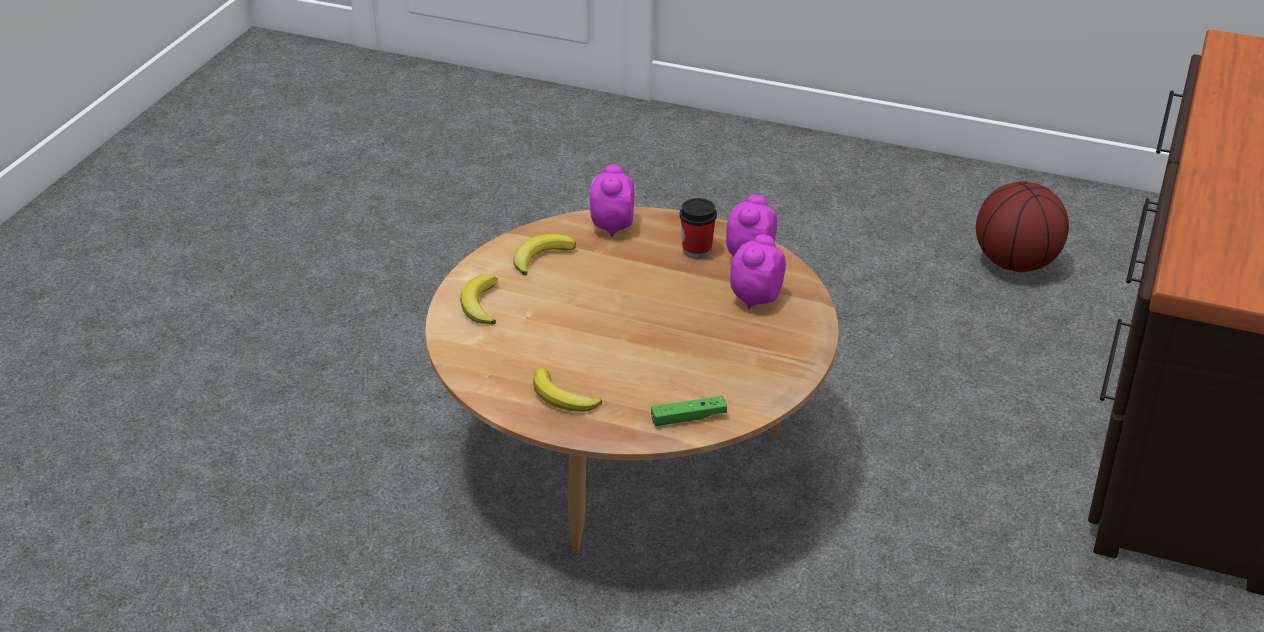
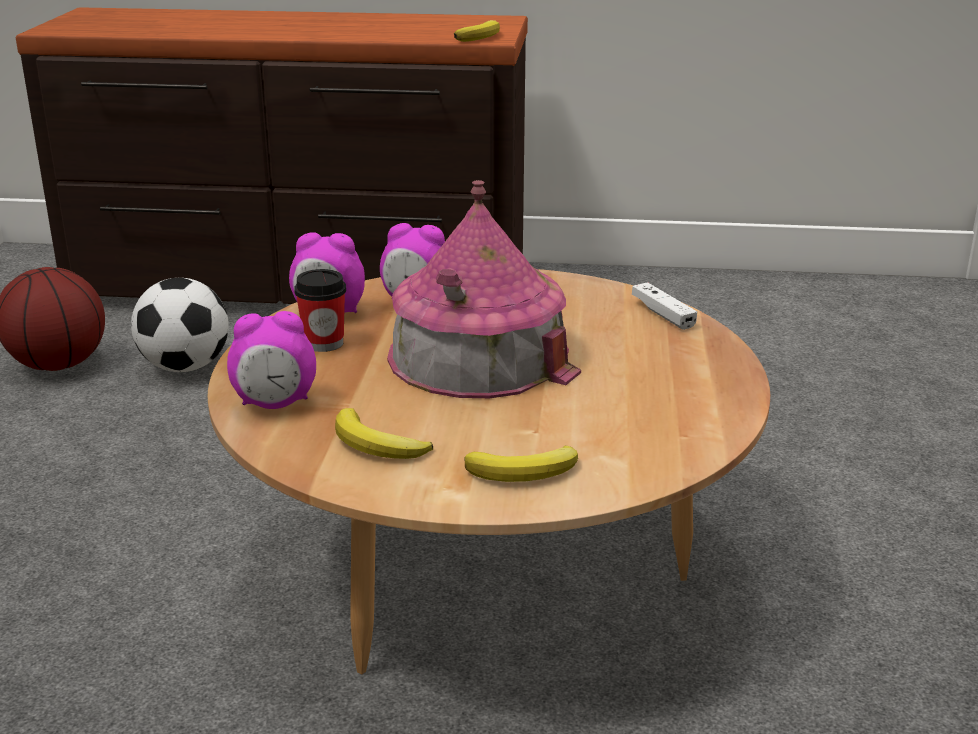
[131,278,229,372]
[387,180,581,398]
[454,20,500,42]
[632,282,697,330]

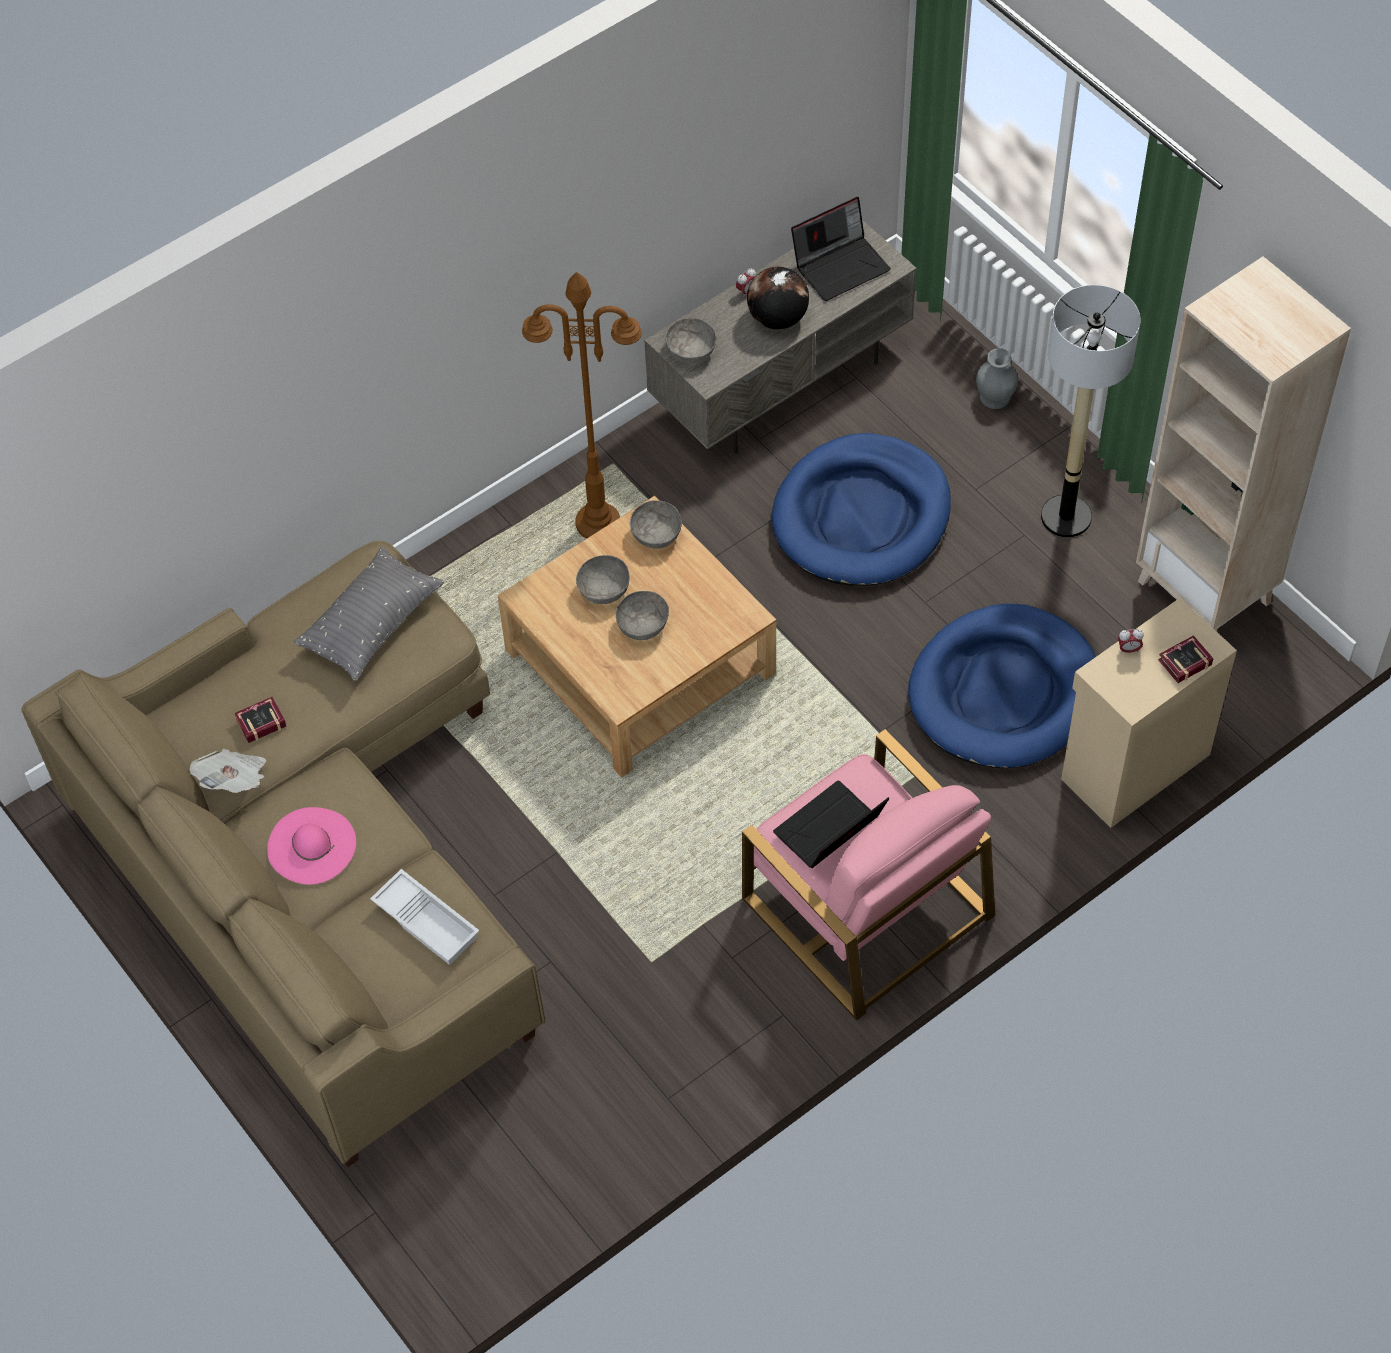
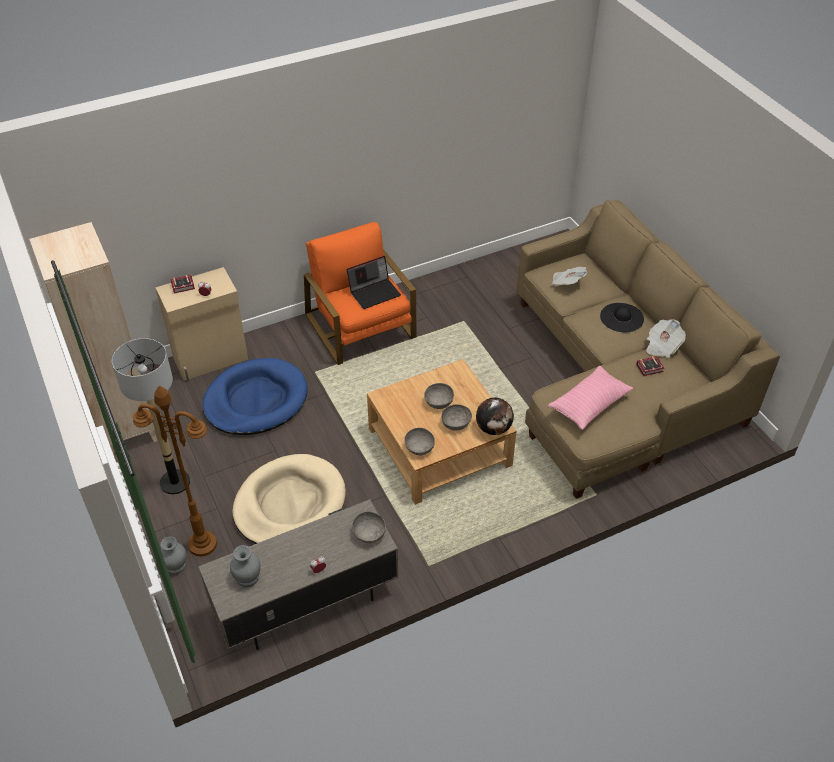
[133,386,217,557]
[476,398,514,435]
[551,267,587,285]
[230,545,261,587]
[600,303,644,332]
[548,366,634,430]
[304,222,416,365]
[232,454,346,544]

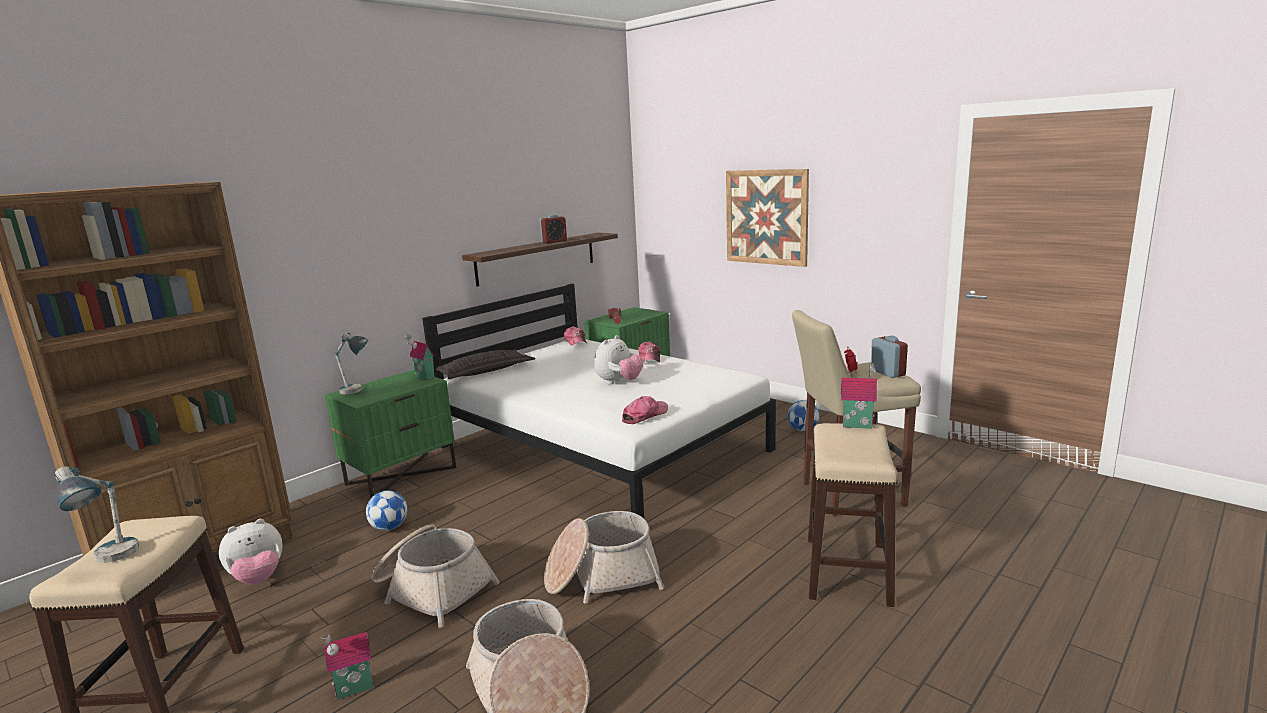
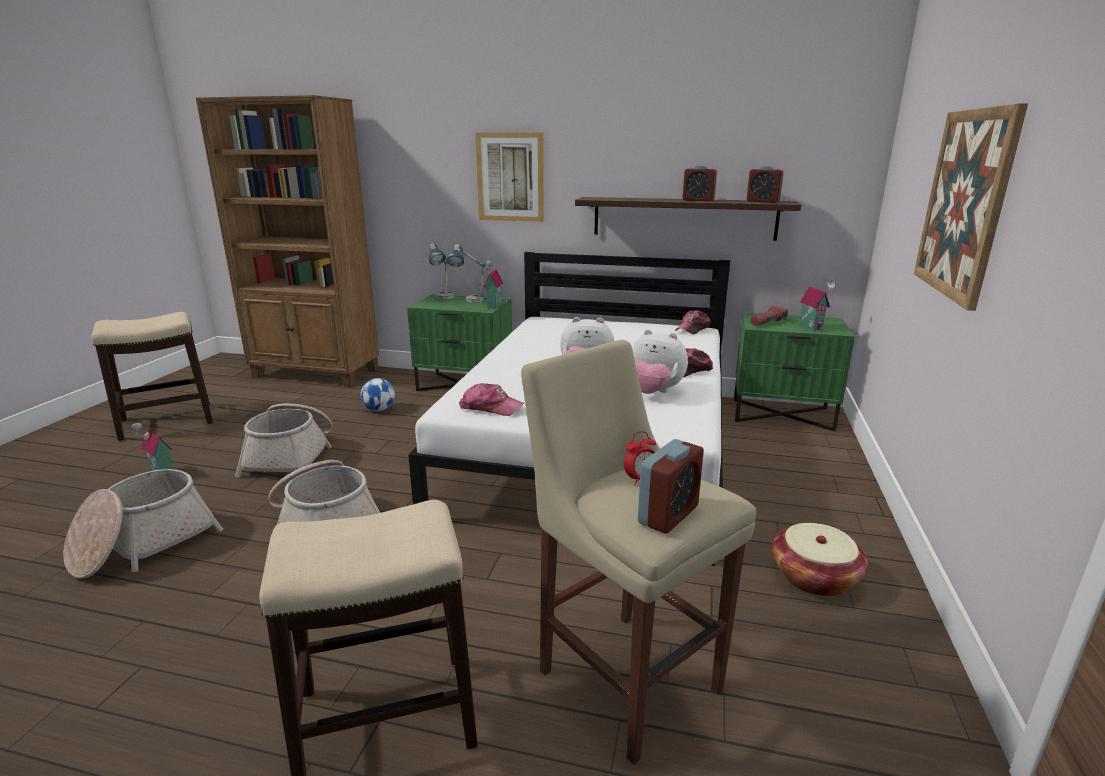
[435,349,535,379] (first image)
[475,132,544,222]
[747,166,784,203]
[447,244,486,303]
[632,329,688,394]
[800,280,836,331]
[772,523,868,597]

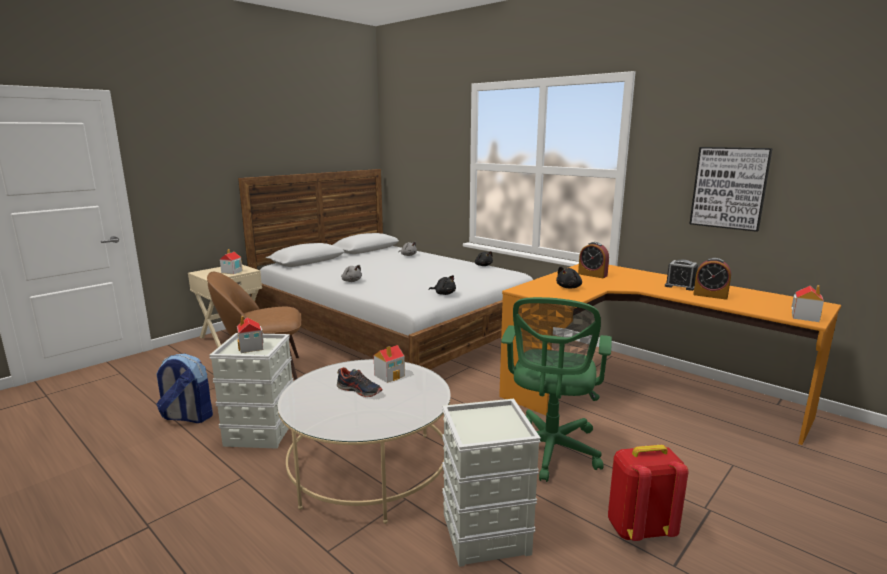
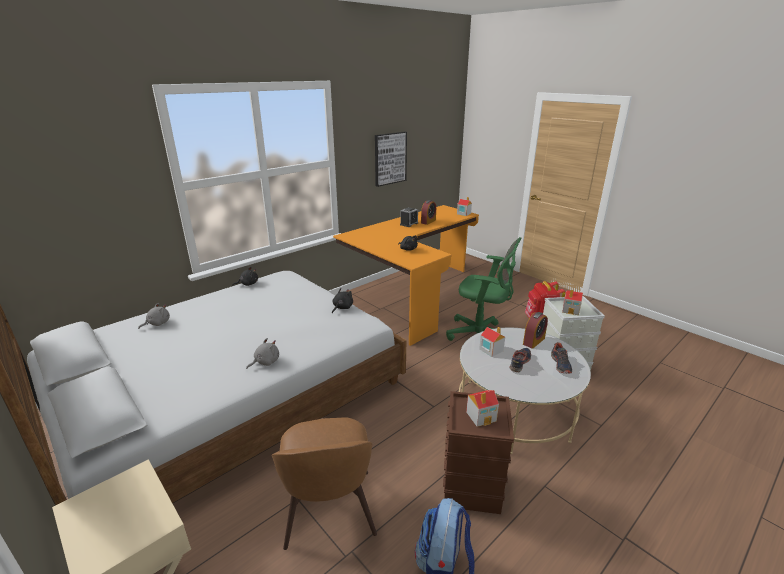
[551,342,572,373]
[562,290,583,315]
[523,312,548,349]
[443,391,514,514]

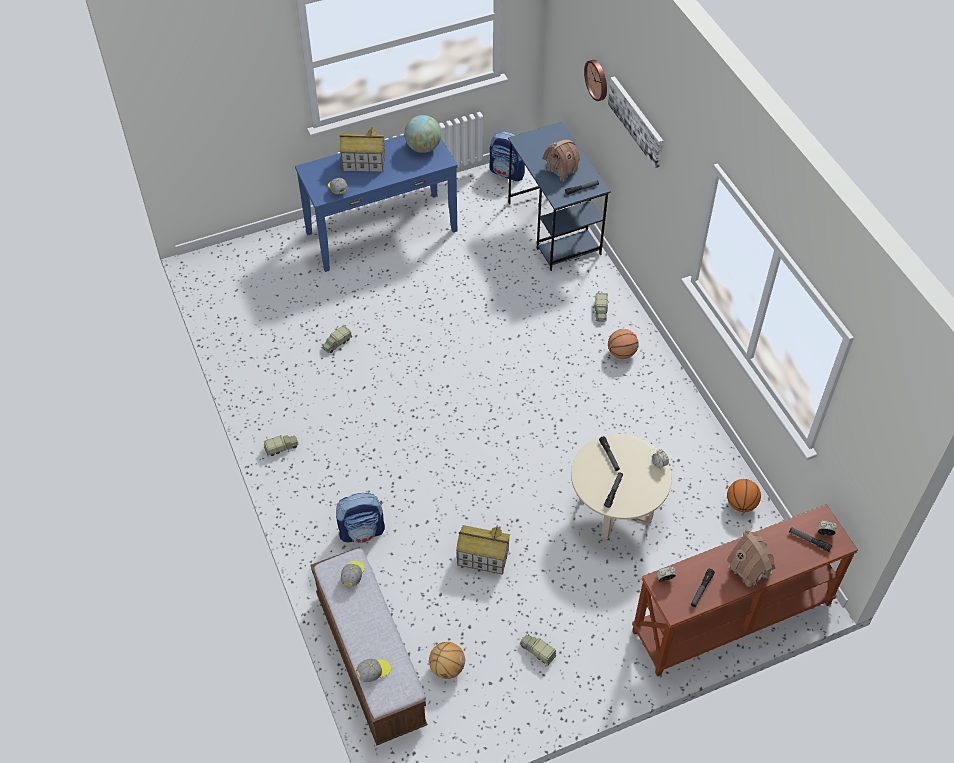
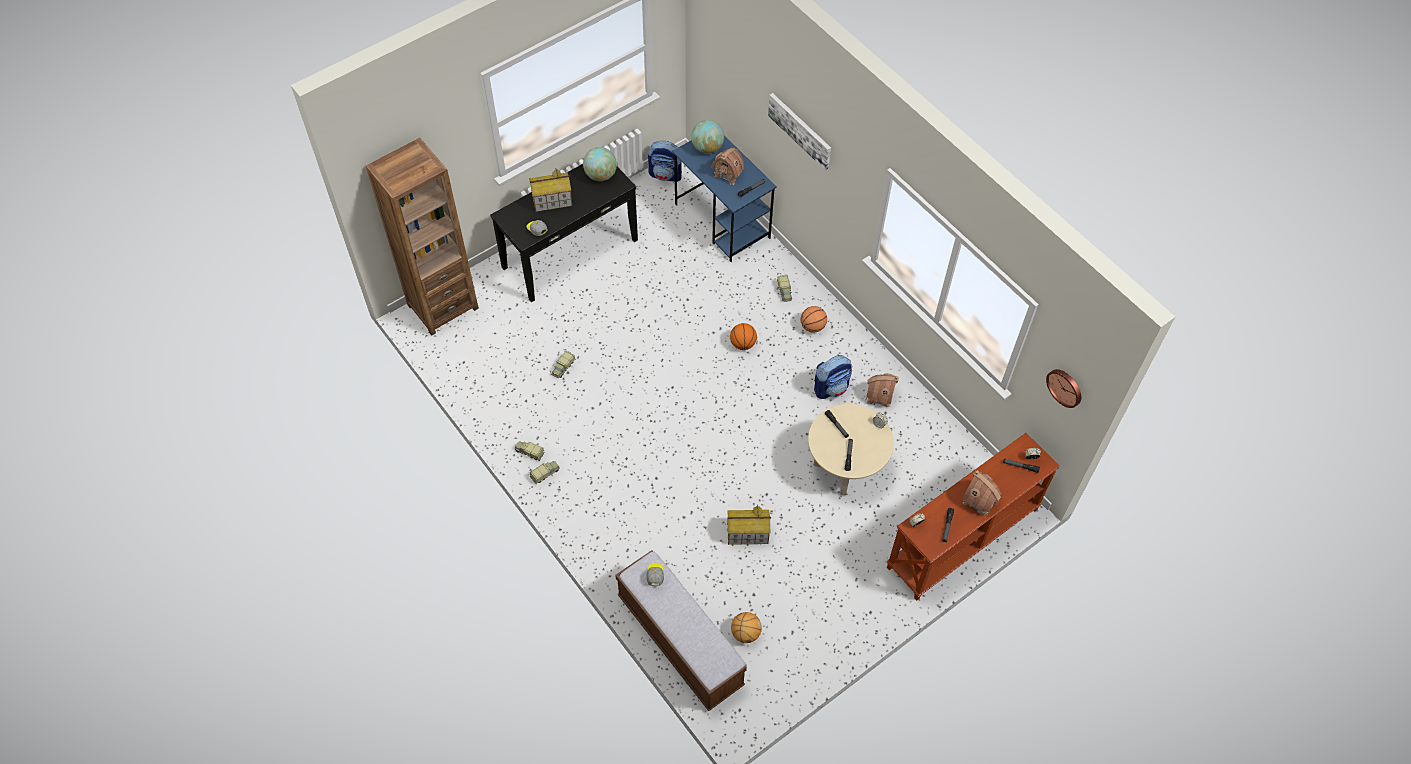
[356,659,391,682] (first image)
[366,138,479,336]
[691,120,724,154]
[866,374,899,407]
[814,355,852,399]
[515,441,545,461]
[1046,369,1081,408]
[730,323,757,350]
[490,164,638,302]

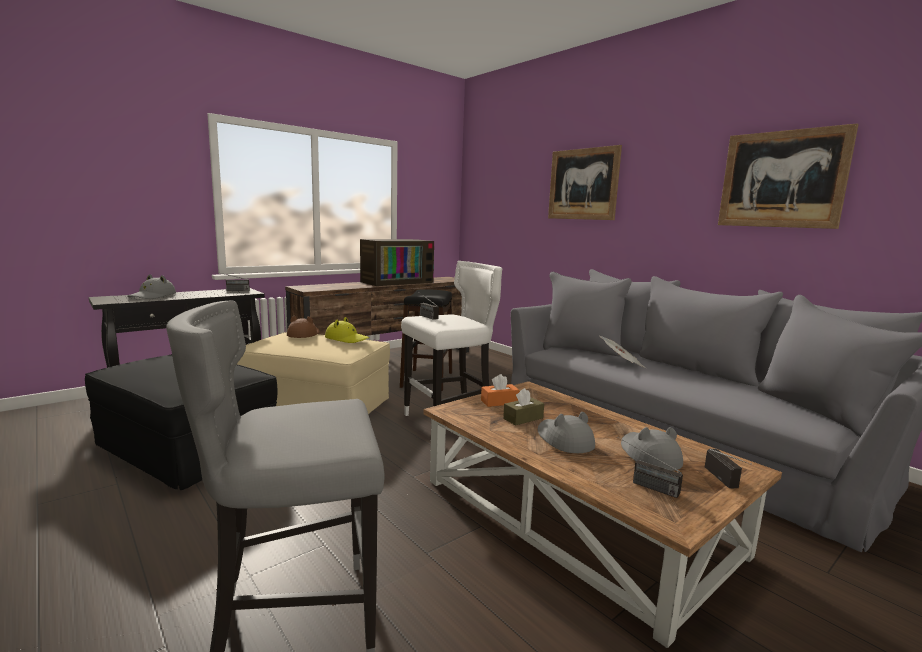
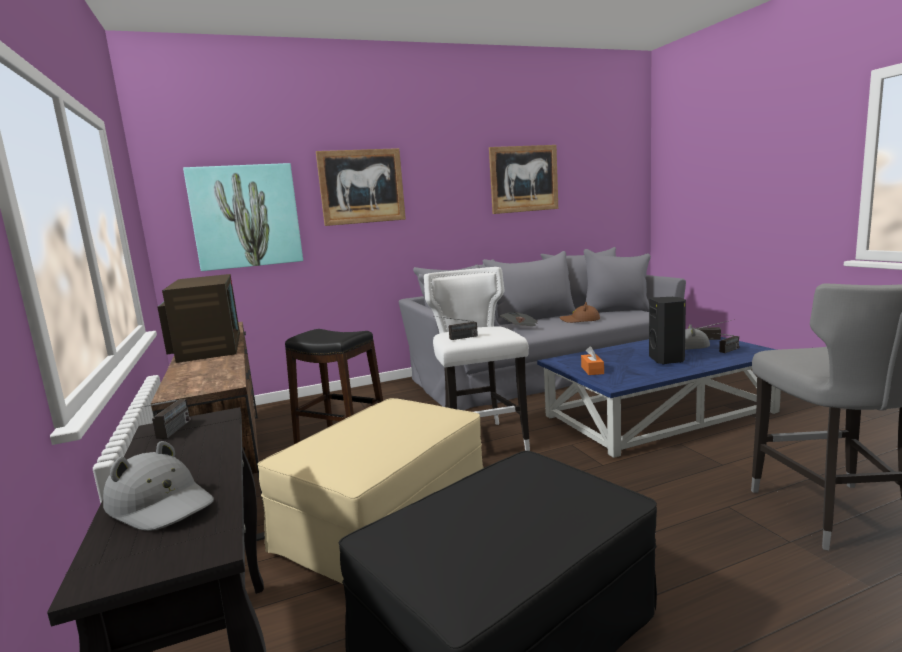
[325,317,369,343] (first image)
[503,388,544,425] (first image)
[183,163,303,271]
[560,302,600,323]
[649,297,686,365]
[537,337,781,458]

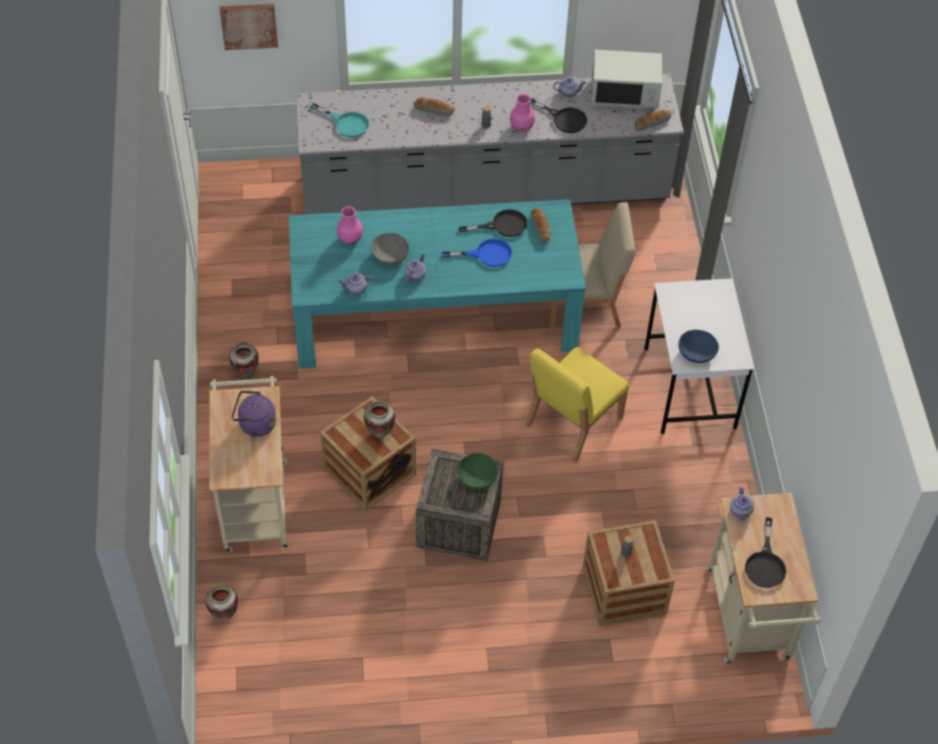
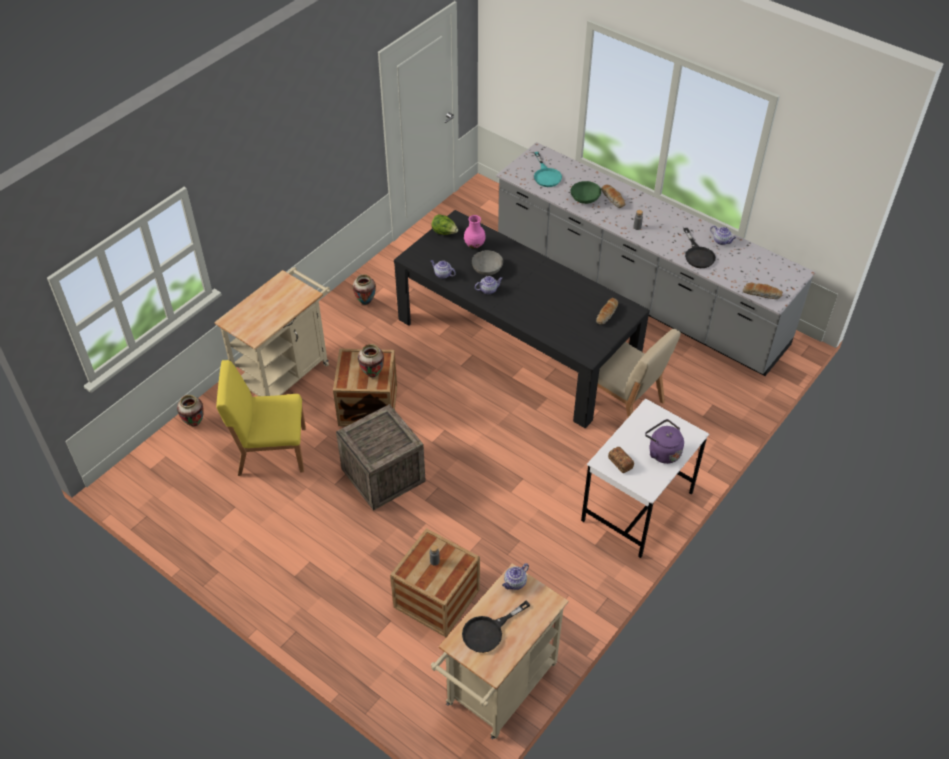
[219,4,278,50] (first image)
[441,238,512,267] (first image)
[459,209,528,237] (first image)
[510,94,535,132] (first image)
[591,50,662,109] (first image)
[431,214,458,235]
[645,419,684,464]
[571,181,601,204]
[216,360,306,476]
[608,447,634,473]
[394,210,650,428]

